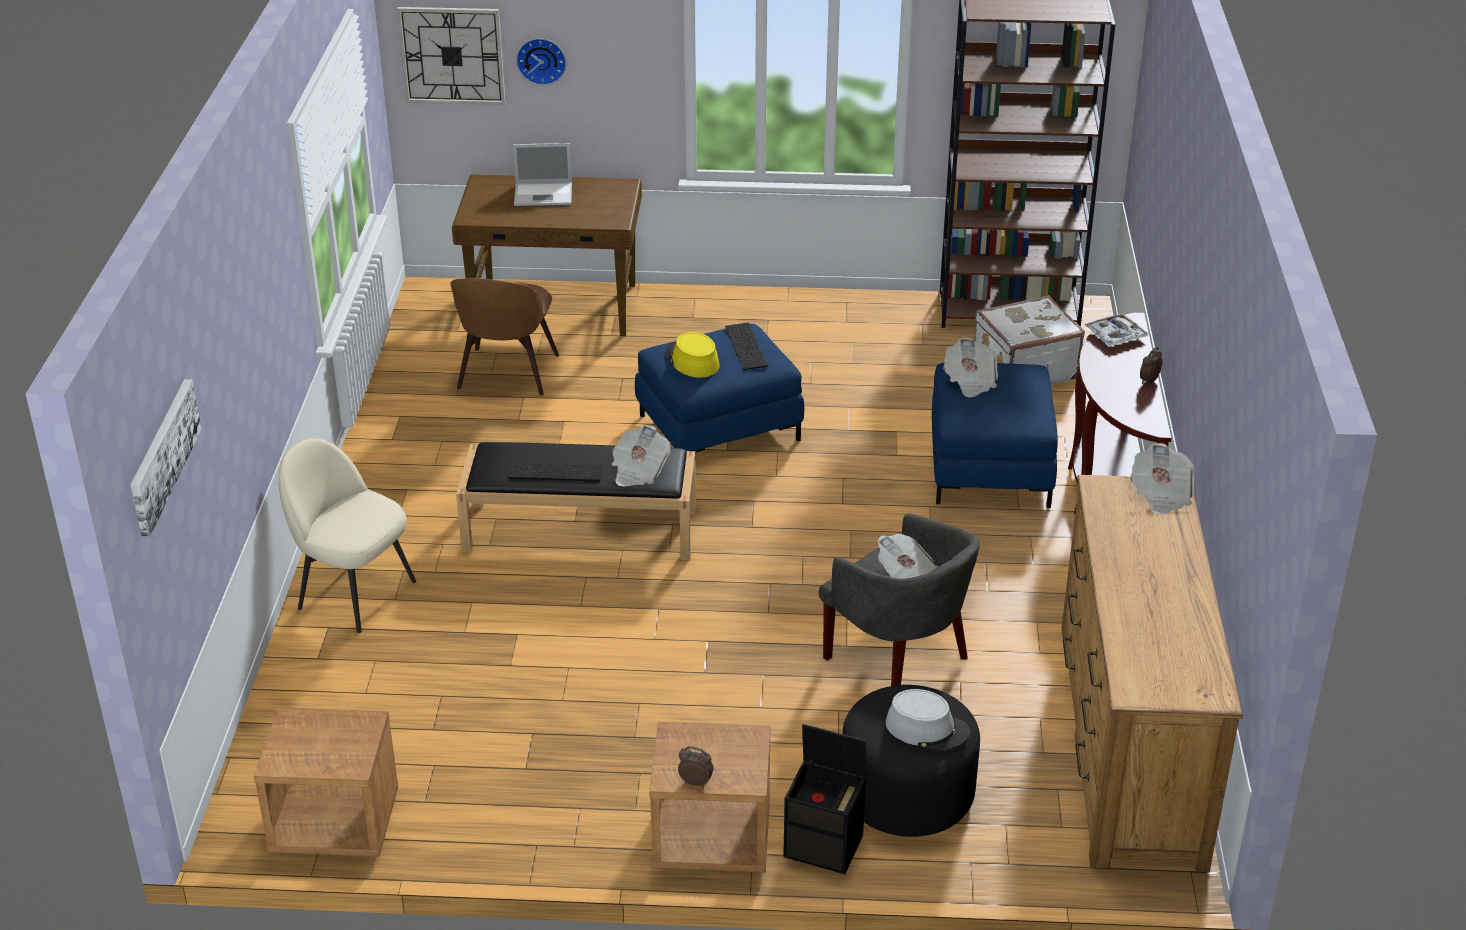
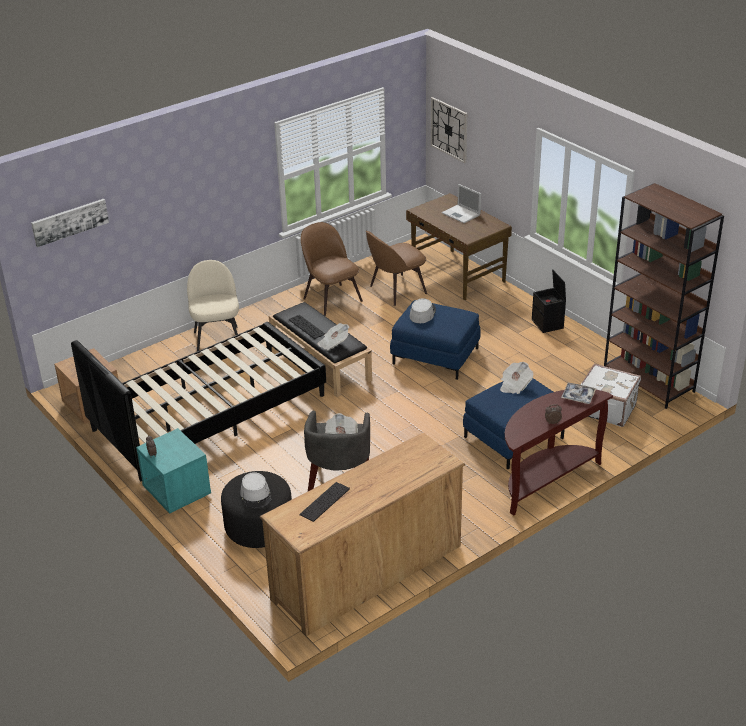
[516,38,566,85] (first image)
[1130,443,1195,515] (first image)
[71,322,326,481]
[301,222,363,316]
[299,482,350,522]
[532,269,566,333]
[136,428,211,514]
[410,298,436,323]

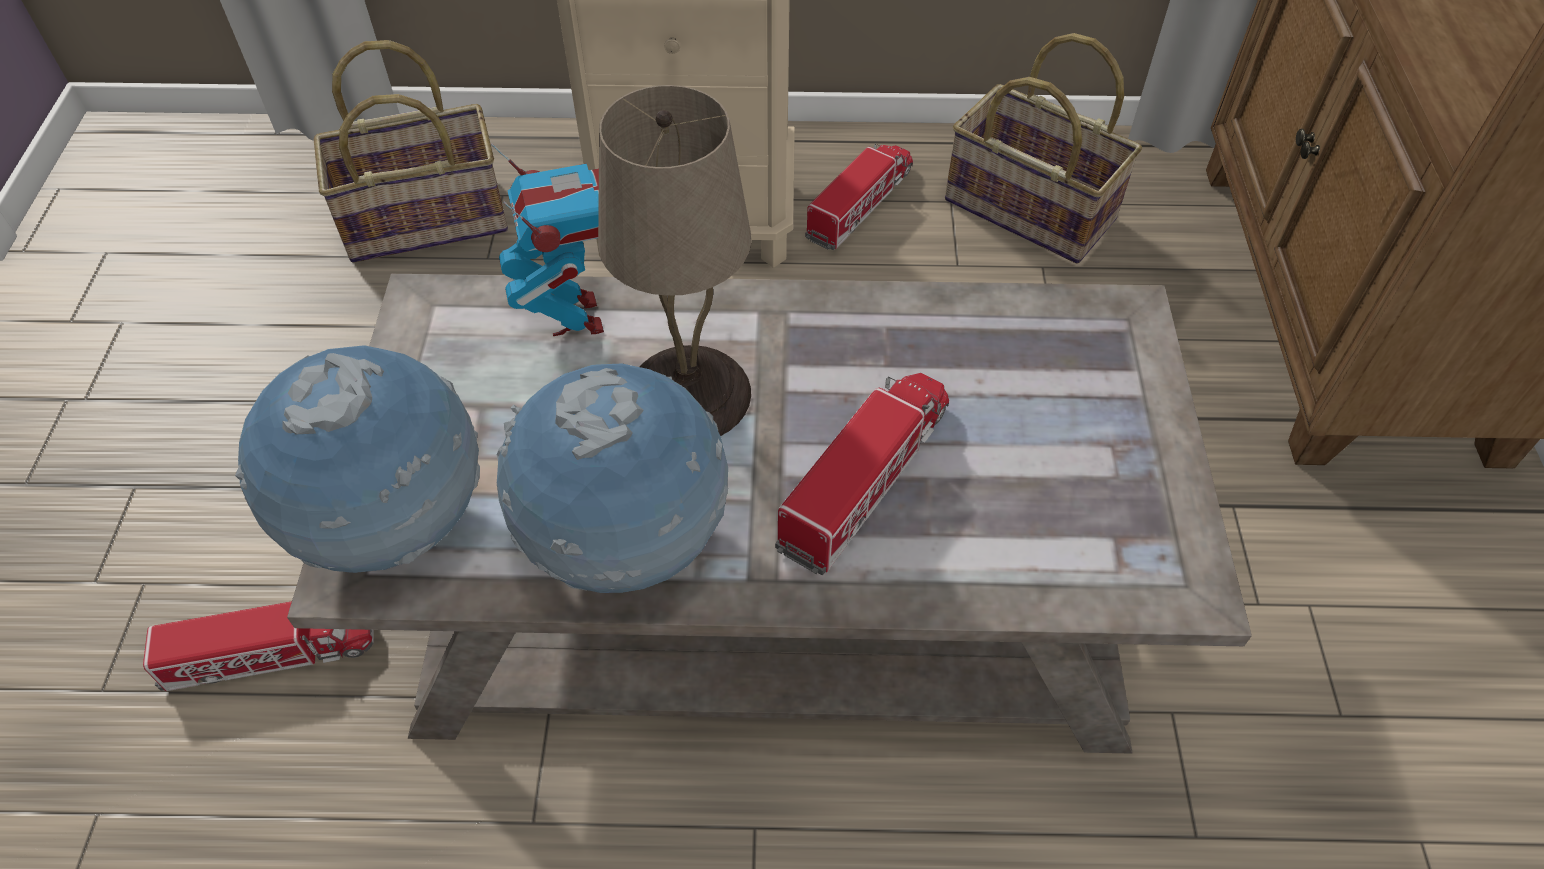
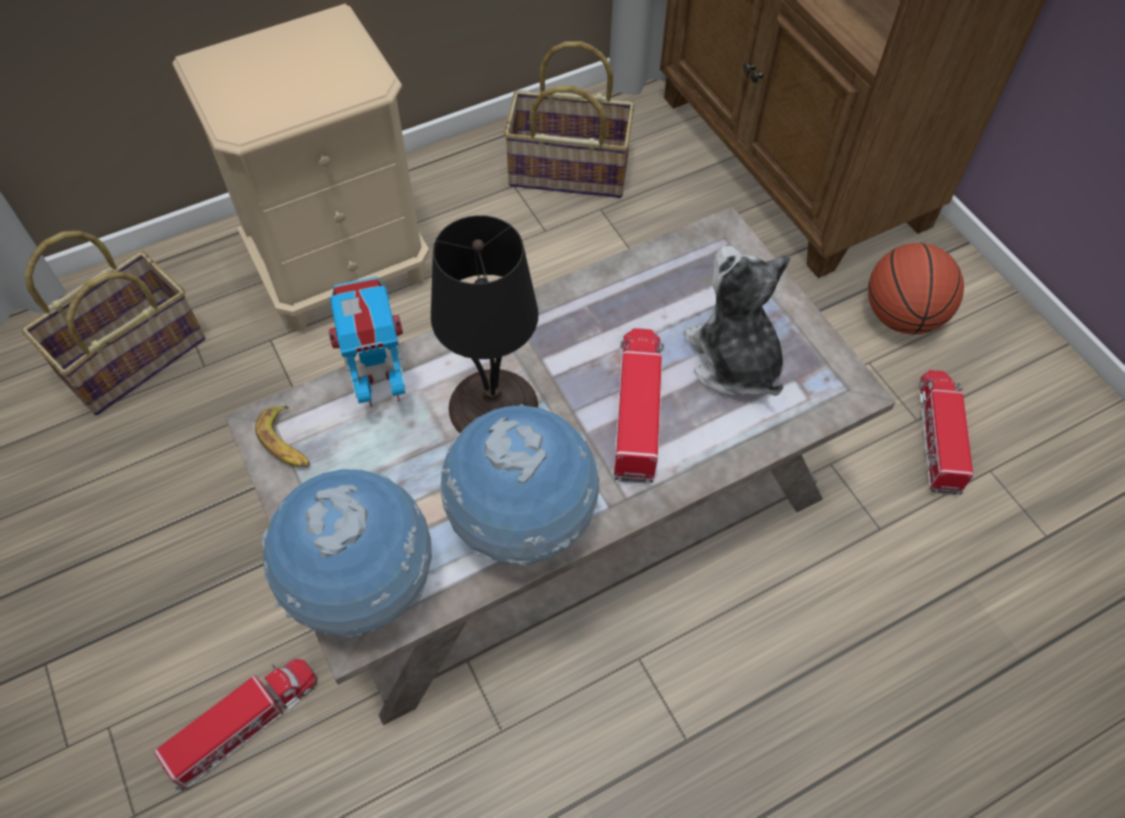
[255,406,310,467]
[684,245,791,396]
[868,243,964,334]
[920,370,973,495]
[431,215,539,433]
[328,277,406,407]

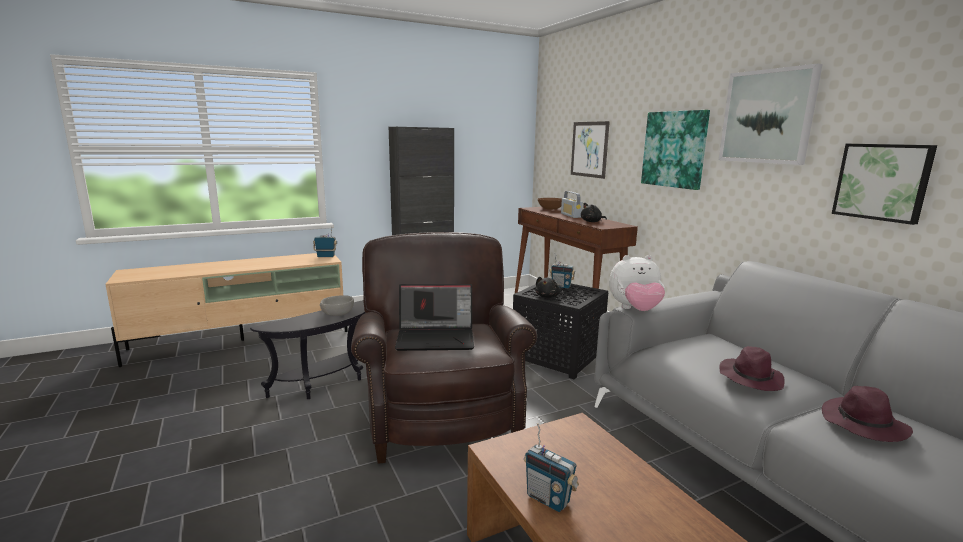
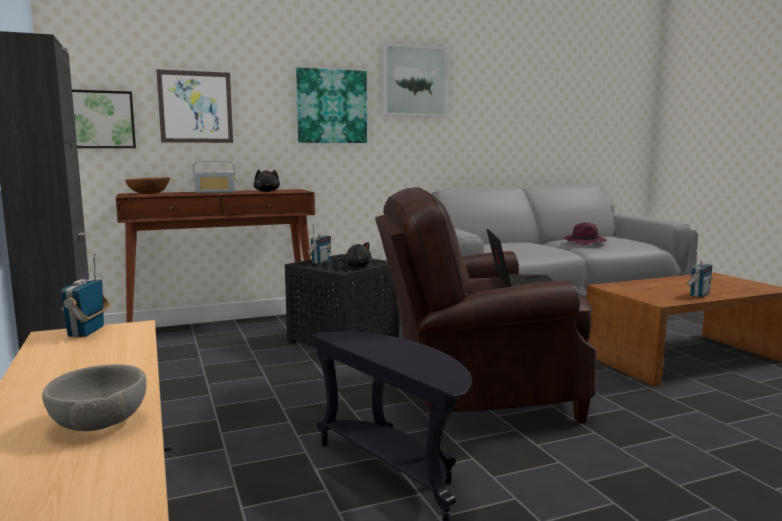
[609,255,665,311] (first image)
[719,346,784,391] (first image)
[42,364,147,431]
[72,90,136,148]

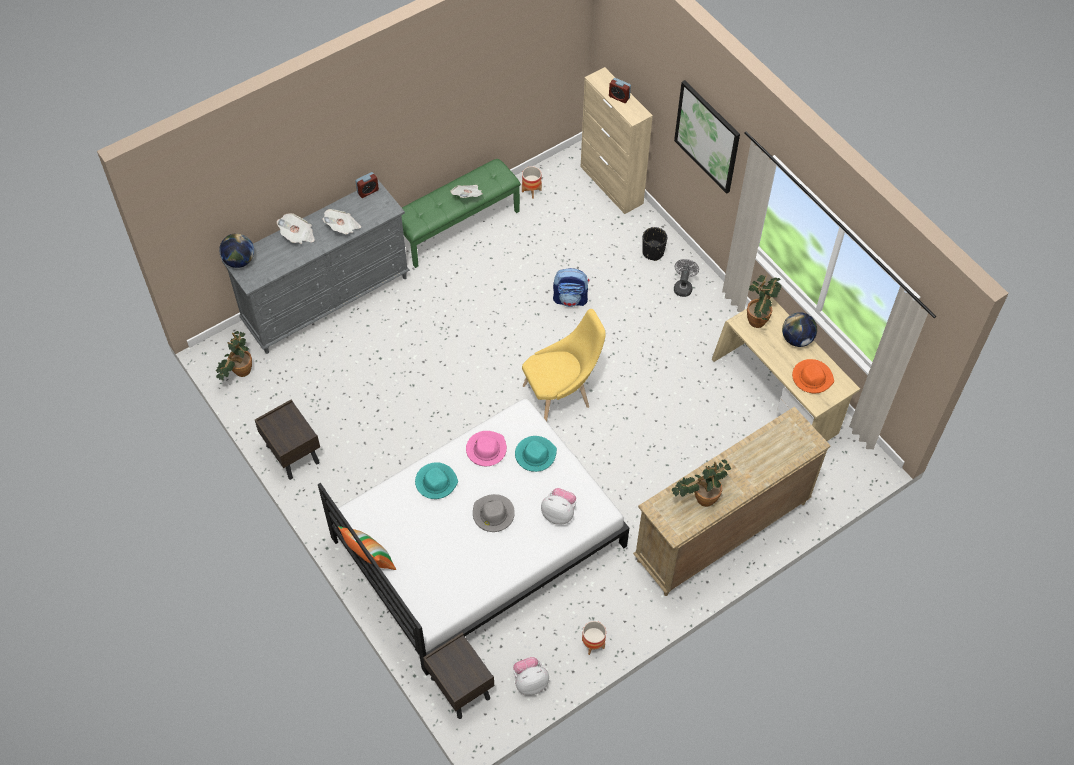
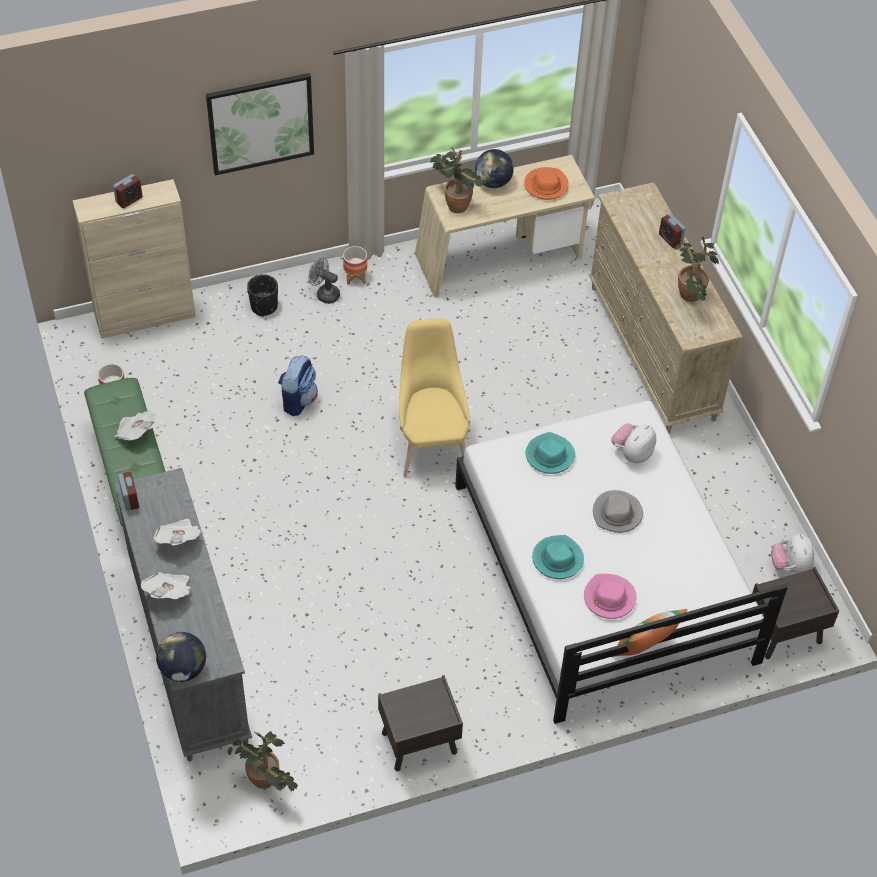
[659,213,685,248]
[584,574,637,619]
[343,246,367,285]

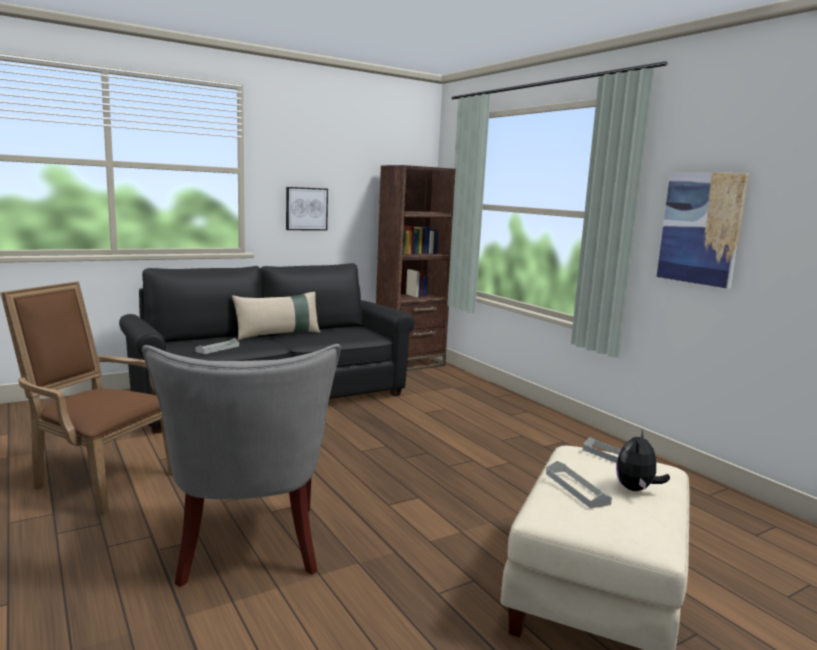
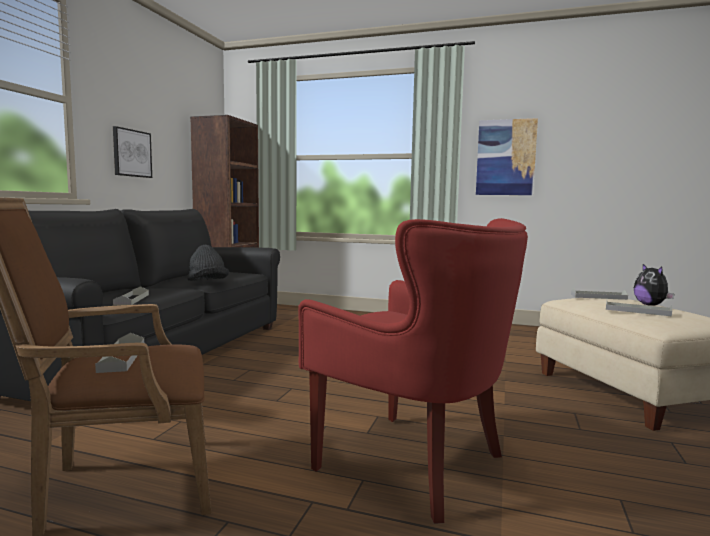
[232,292,320,341] (first image)
[95,333,144,373]
[187,245,229,281]
[298,218,528,524]

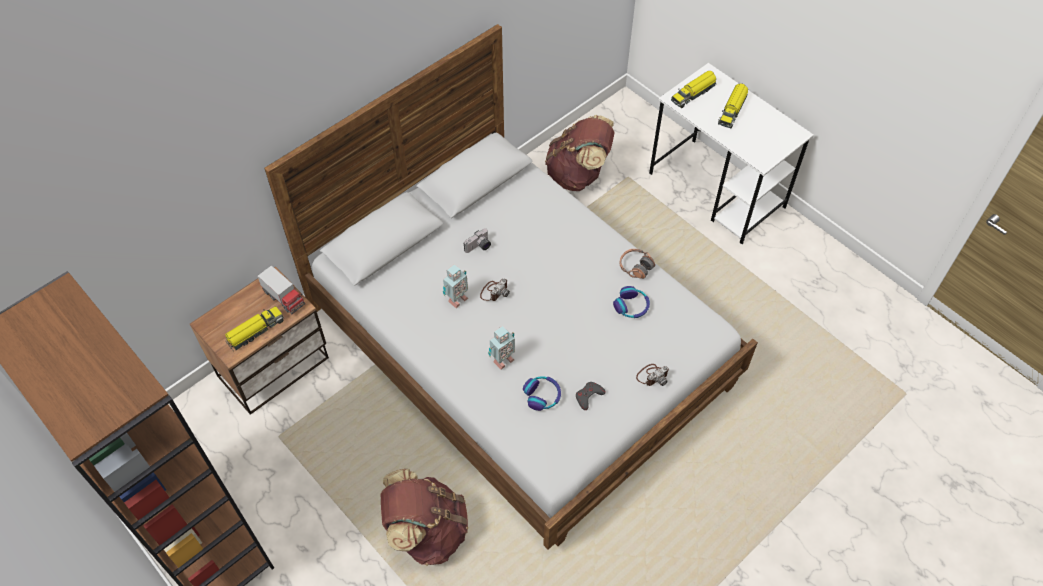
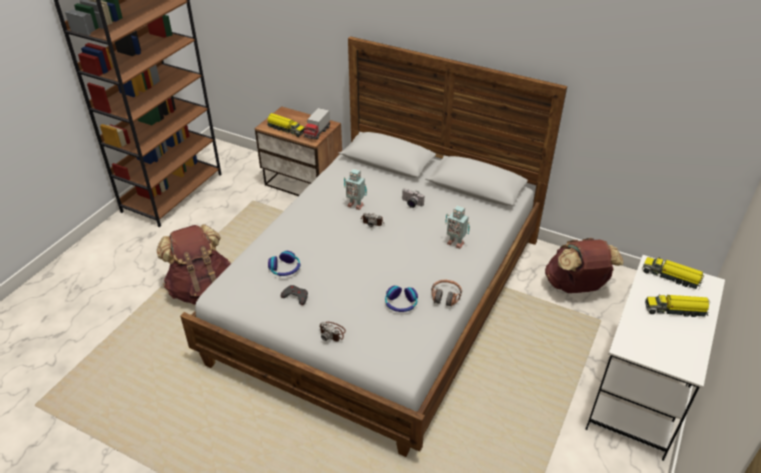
[445,205,470,249]

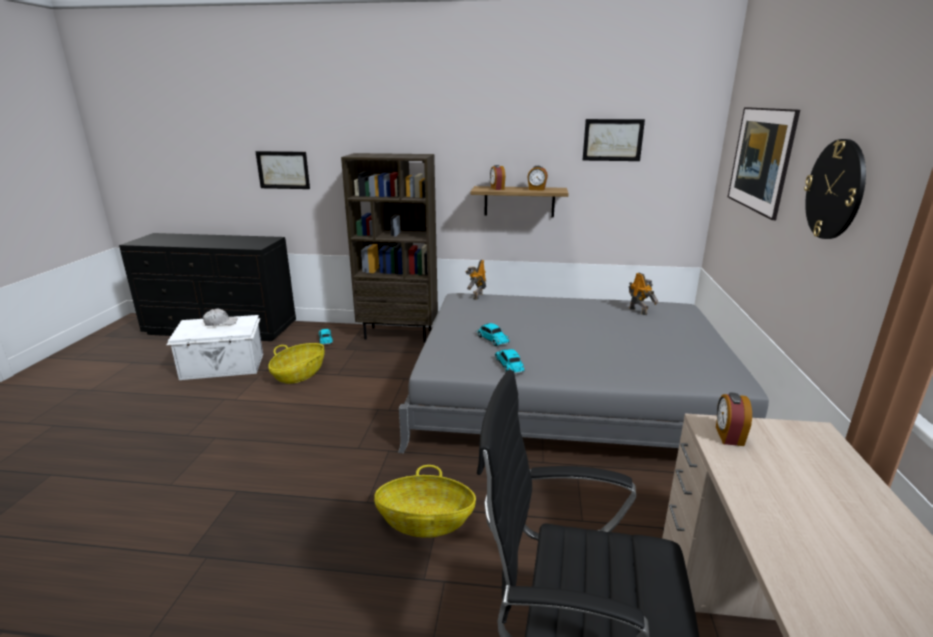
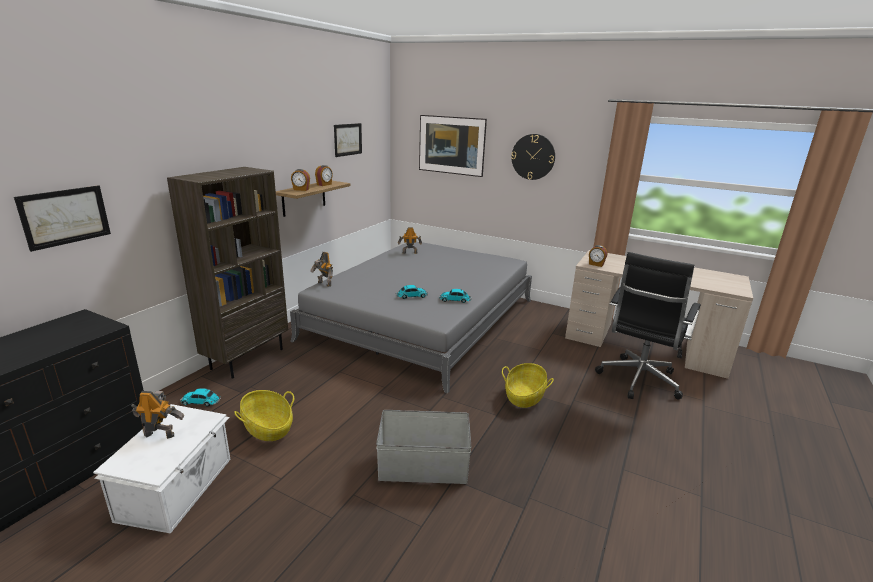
[376,410,471,484]
[131,391,184,439]

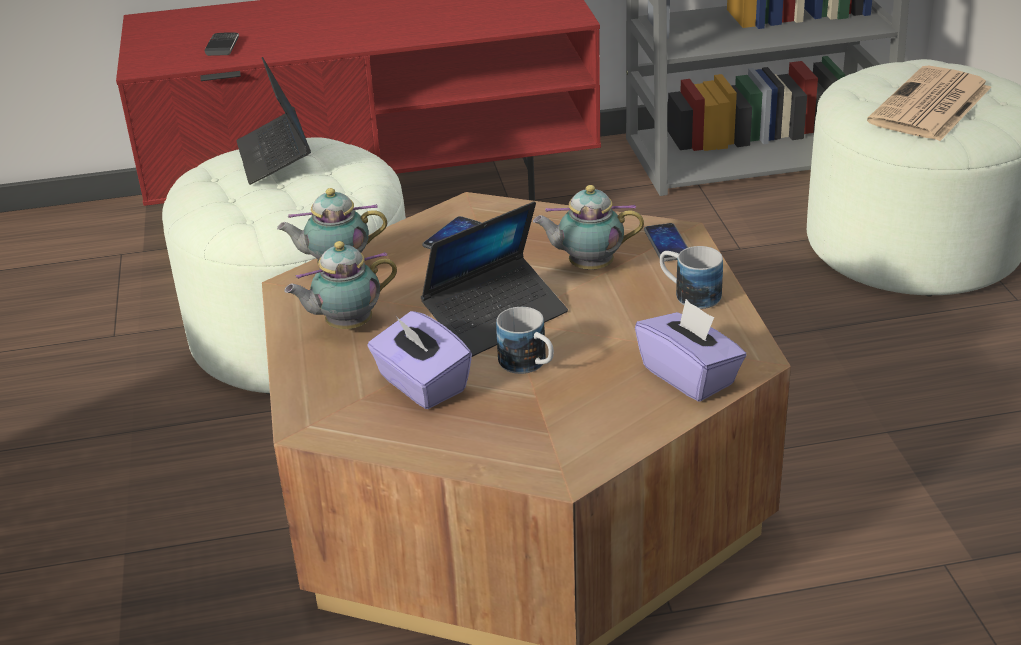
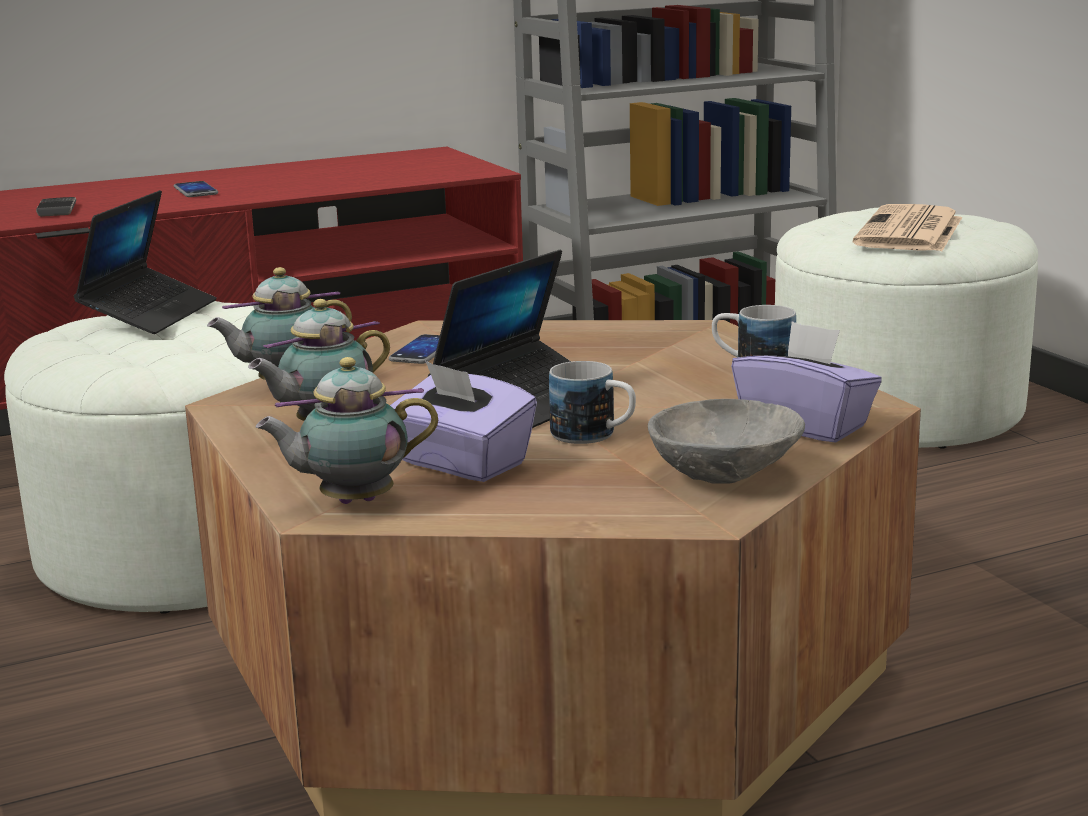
[648,399,805,484]
[256,357,438,504]
[174,181,218,197]
[74,190,217,334]

